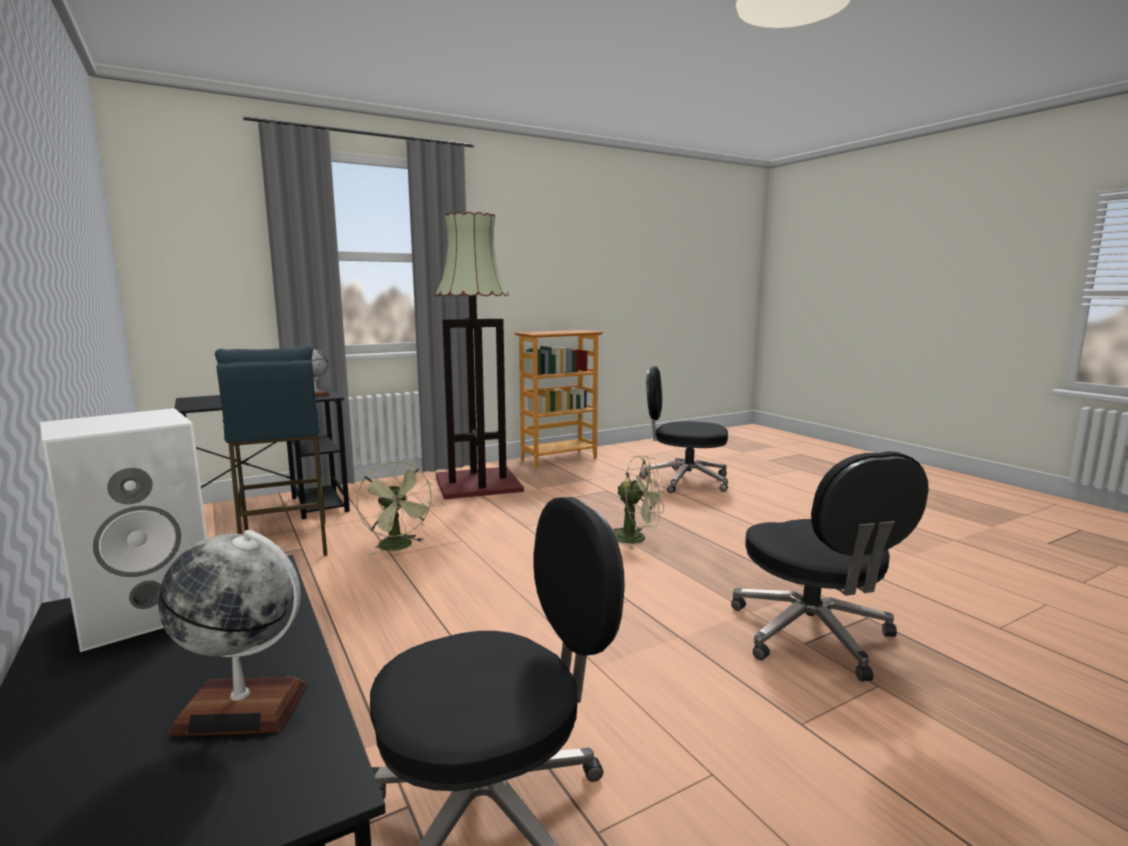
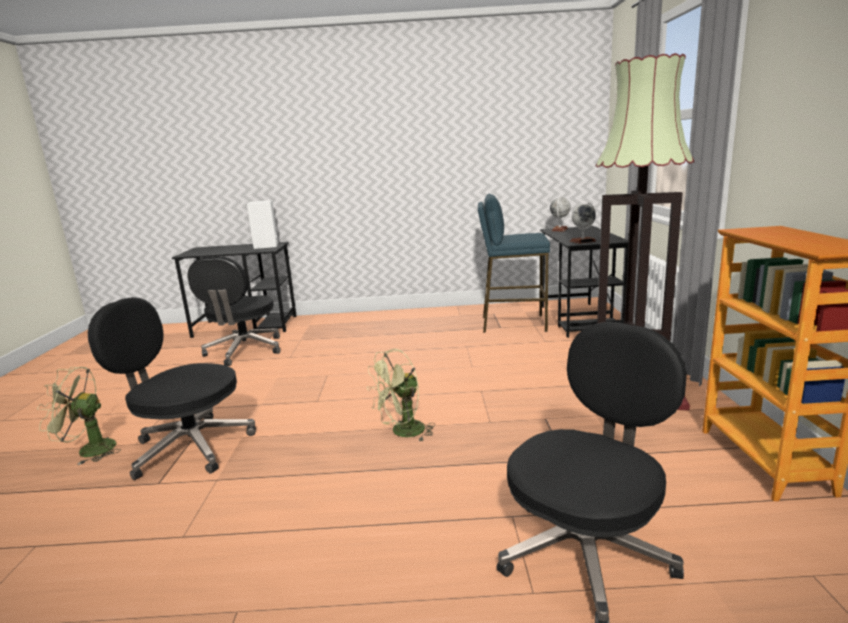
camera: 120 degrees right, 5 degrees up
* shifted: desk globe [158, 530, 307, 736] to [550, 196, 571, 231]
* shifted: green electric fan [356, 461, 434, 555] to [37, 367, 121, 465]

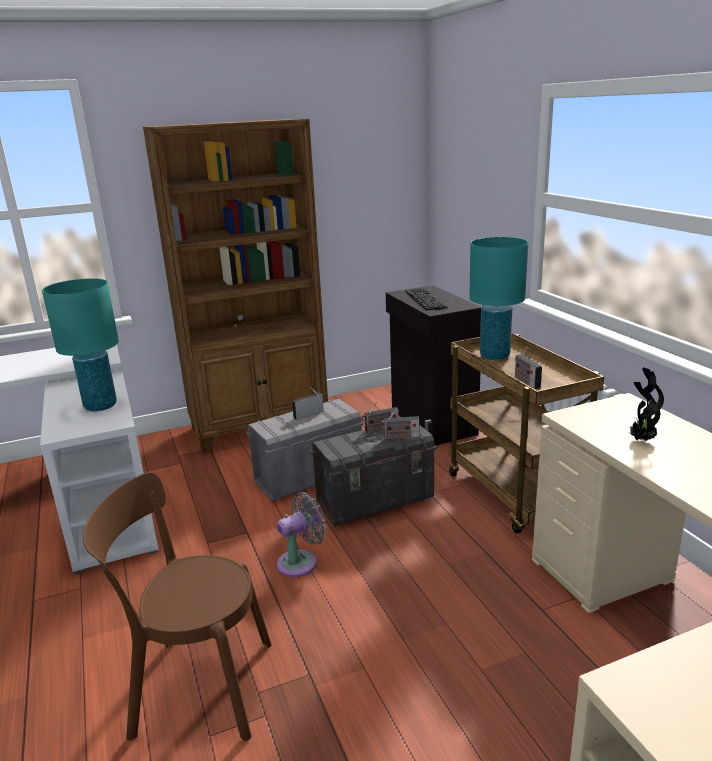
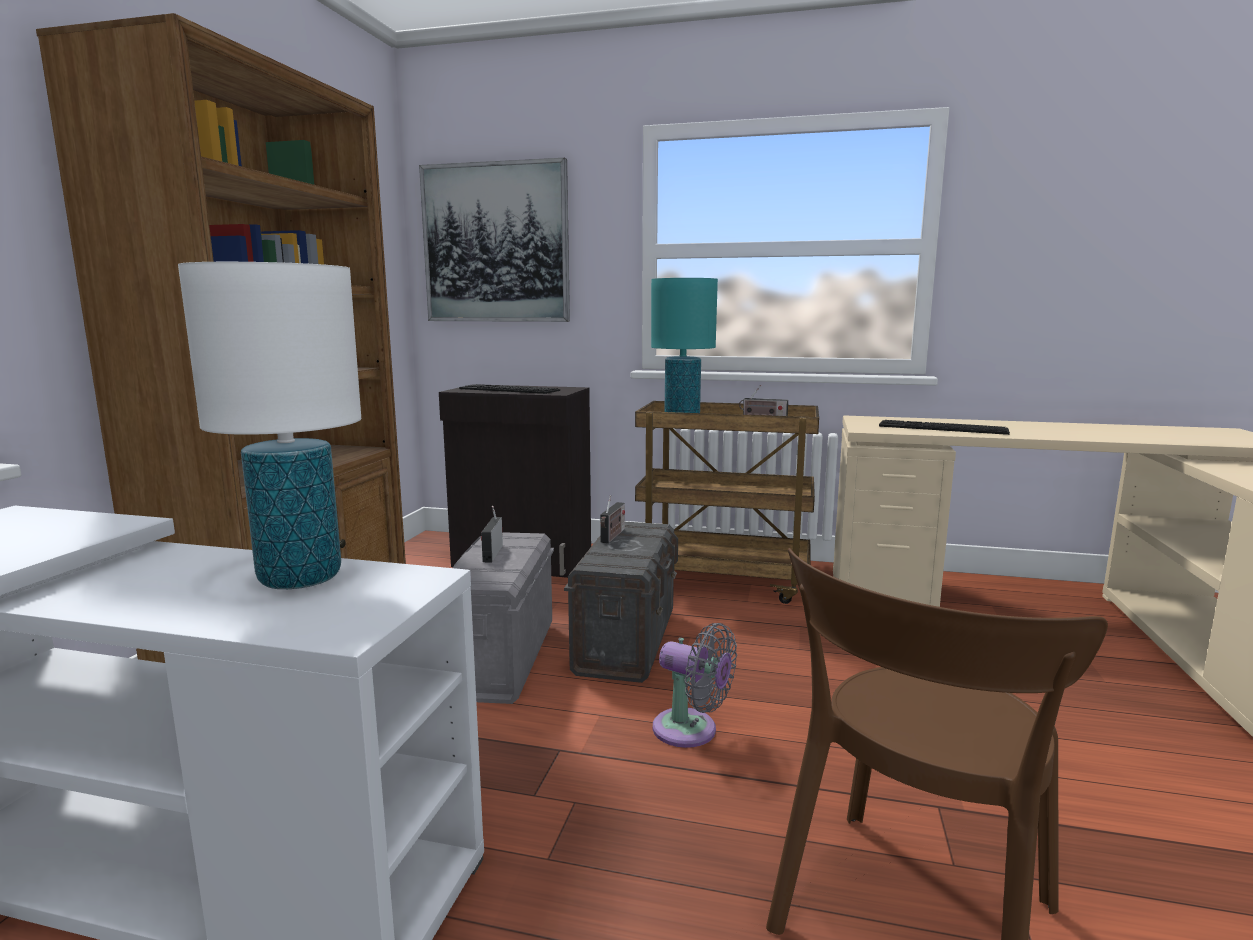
camera: 55 degrees left, 10 degrees down
* repainted: turquoise-coloured table lamp [42, 278, 119, 411] to white table lamp [178, 262, 361, 589]
* rotated: grey electric fan [276, 492, 327, 577] = [653, 623, 737, 748] 120 degrees clockwise
* gone: radio receiver [380, 409, 420, 440]
* swapped: potted plant [631, 368, 664, 441] to PC keyboard [879, 420, 1010, 435]
* new: wall art [419, 158, 570, 322]

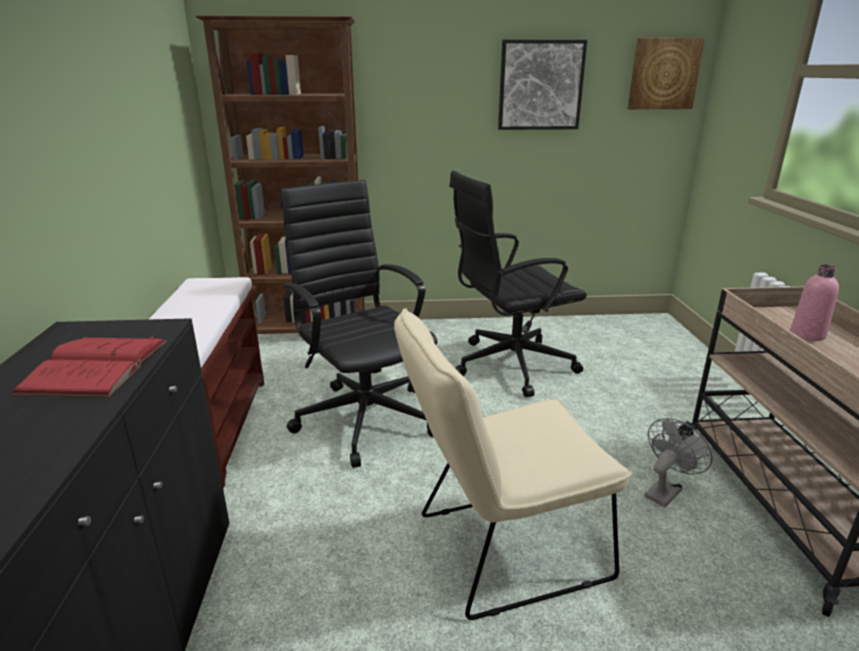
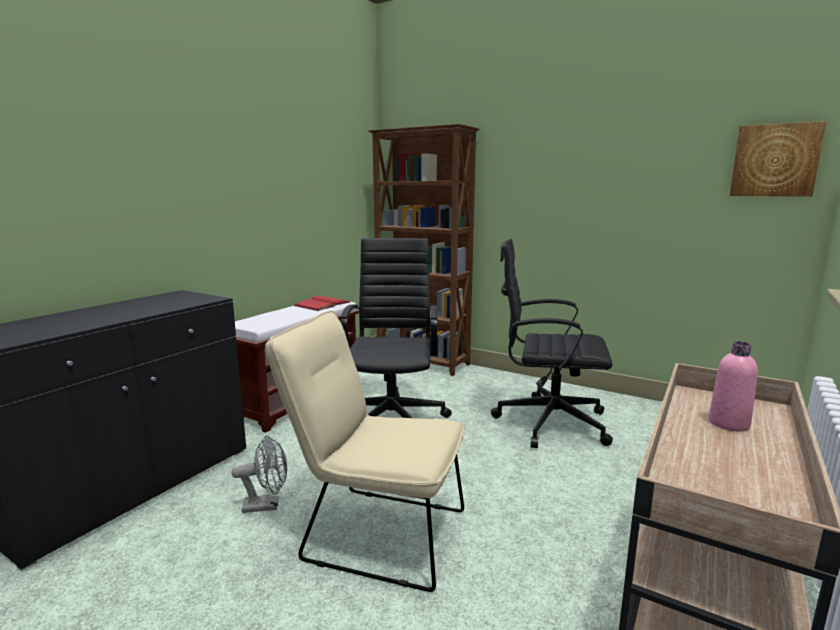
camera: 35 degrees right, 10 degrees down
* shifted: red book [12, 335, 167, 397] to [295, 296, 351, 311]
* gone: wall art [498, 40, 587, 130]
* shifted: grey electric fan [645, 418, 712, 507] to [232, 435, 287, 513]

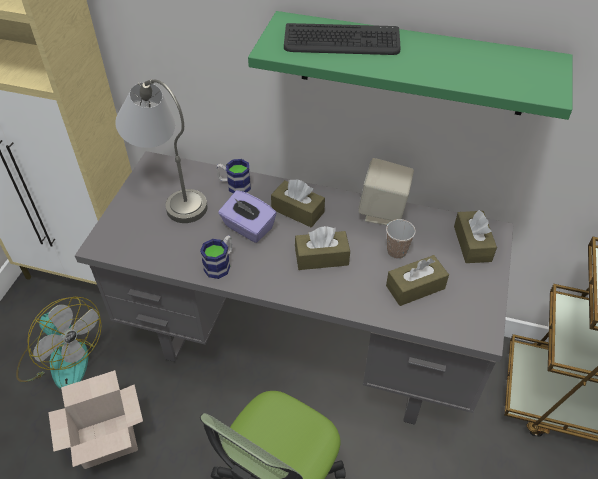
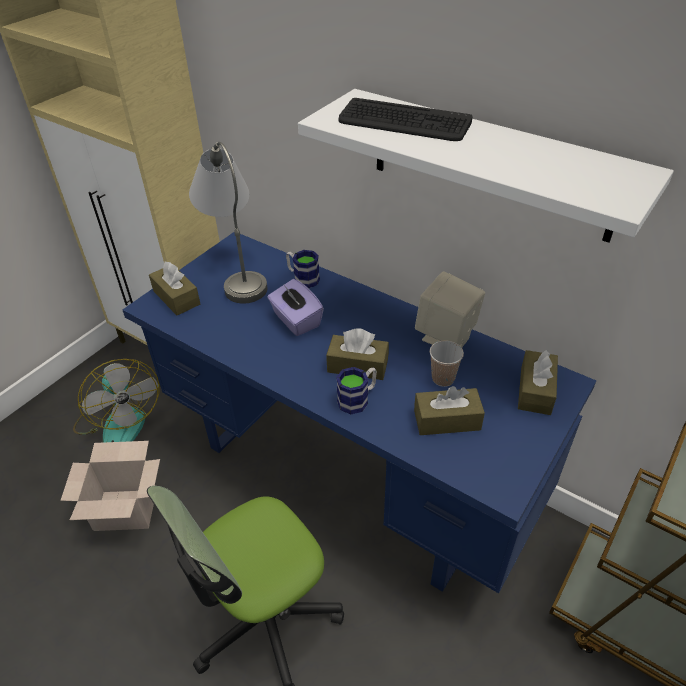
camera: 20 degrees right, 5 degrees down
* repainted: grey desk unit [75, 151, 514, 425] to blue desk unit [122, 232, 596, 593]
* shifted: mug [200, 235, 232, 279] to [336, 367, 377, 414]
* repainted: green bracket shelf [248, 11, 572, 120] to white bracket shelf [298, 89, 674, 243]
* shifted: brown tissue box [271, 179, 325, 227] to [149, 262, 200, 315]

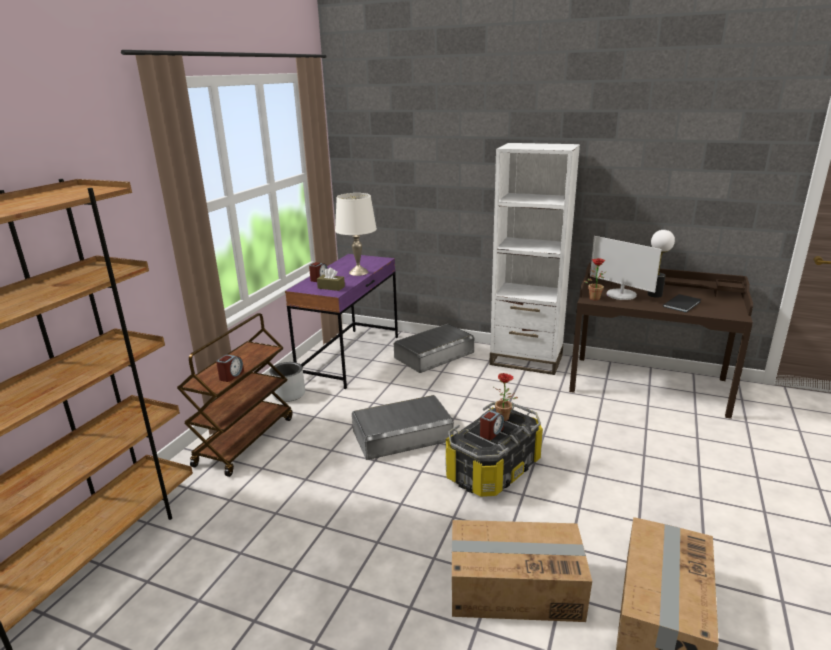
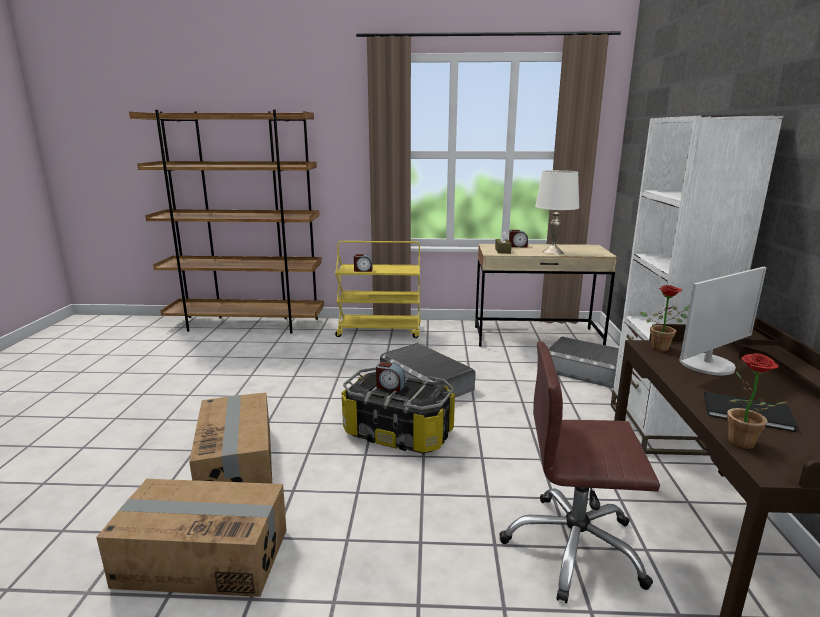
camera: 70 degrees right, 5 degrees down
* repainted: brown trolley [177, 313, 293, 477] to yellow-coloured trolley [335, 241, 421, 338]
* gone: grey planter [269, 362, 305, 402]
* repainted: purple-coloured desk unit [285, 254, 398, 389] to sand-coloured desk unit [475, 244, 617, 347]
* shifted: potted plant [494, 373, 518, 421] to [727, 353, 787, 449]
* rotated: monitor [590, 236, 662, 300] = [679, 267, 767, 375] 150 degrees counterclockwise
* gone: table lamp [647, 230, 675, 298]
* new: brown desk chair [500, 341, 660, 604]

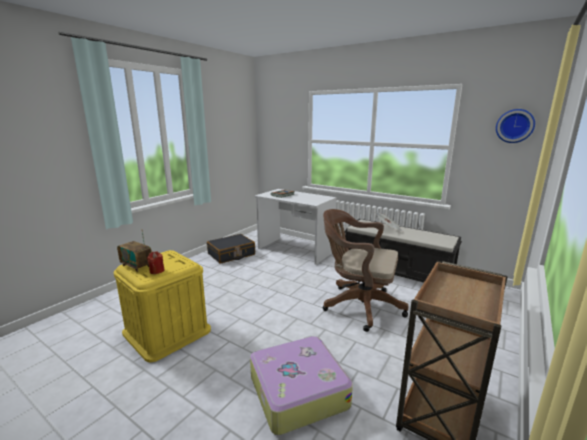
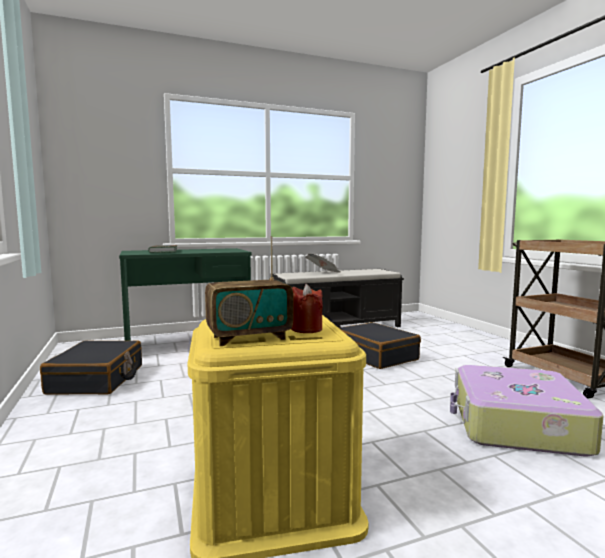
camera: 55 degrees left, 10 degrees down
* repainted: white desk unit [255, 189, 337, 265] to green desk unit [119, 248, 252, 341]
* swapped: brown desk chair [323, 209, 408, 332] to black travel case [339, 322, 421, 369]
* gone: clock on the wall [496, 109, 535, 143]

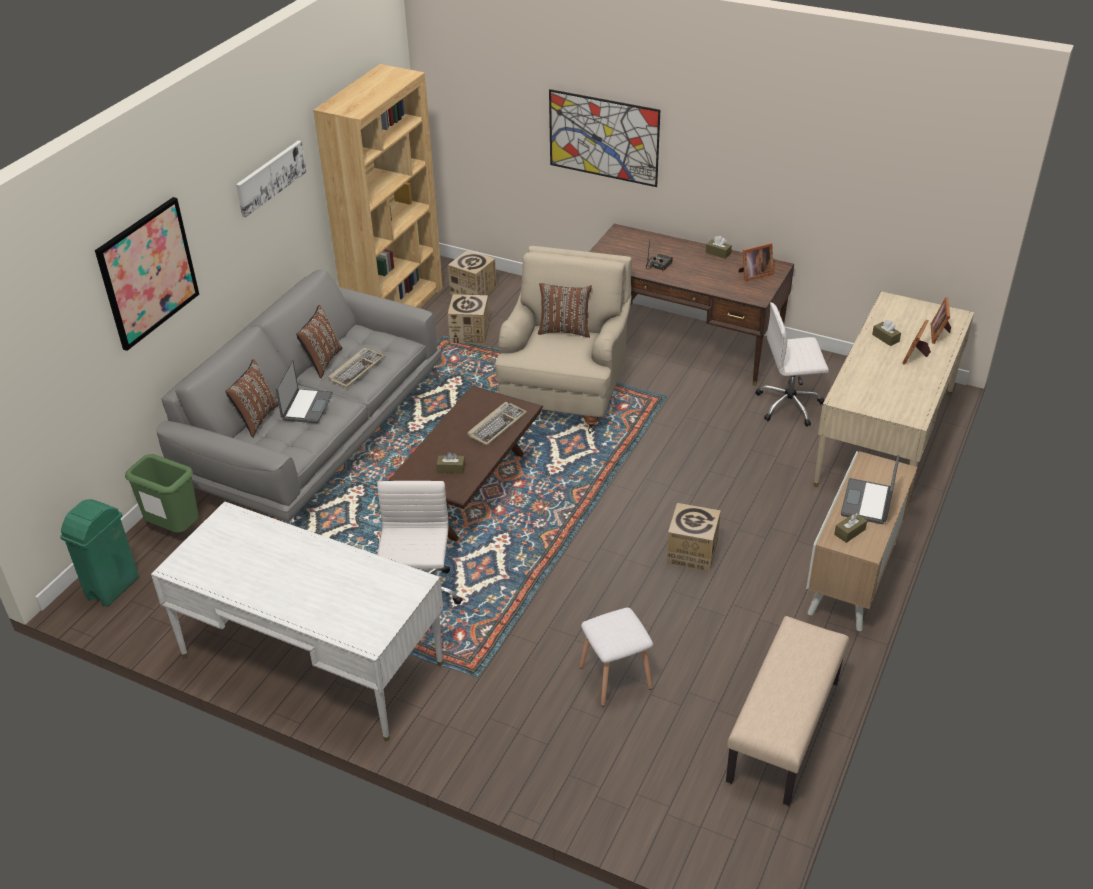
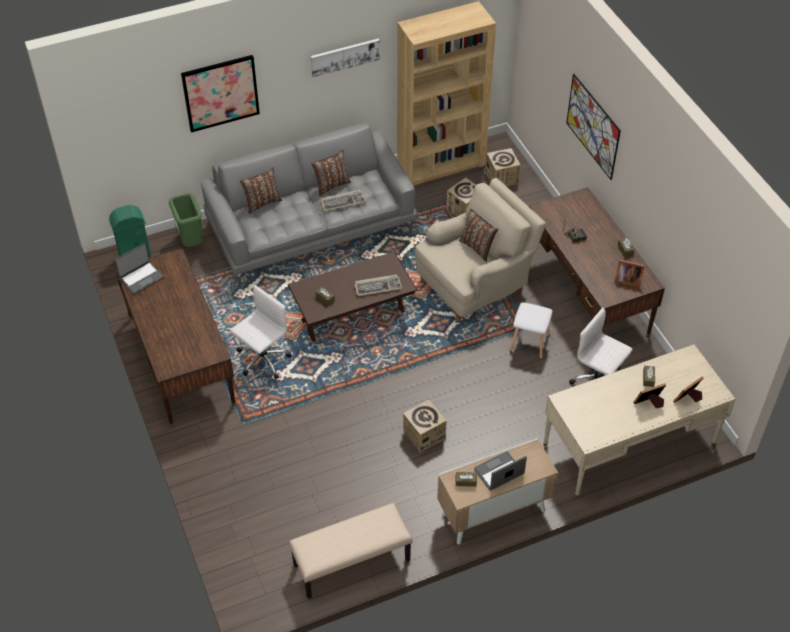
camera: 40 degrees right, 10 degrees up
* repainted: white desk unit [151, 501, 444, 742] to brown desk unit [115, 248, 236, 427]
* shifted: portable computer [276, 360, 333, 423] to [115, 243, 164, 294]
* shifted: white sitting stool [579, 608, 653, 706] to [510, 302, 553, 359]

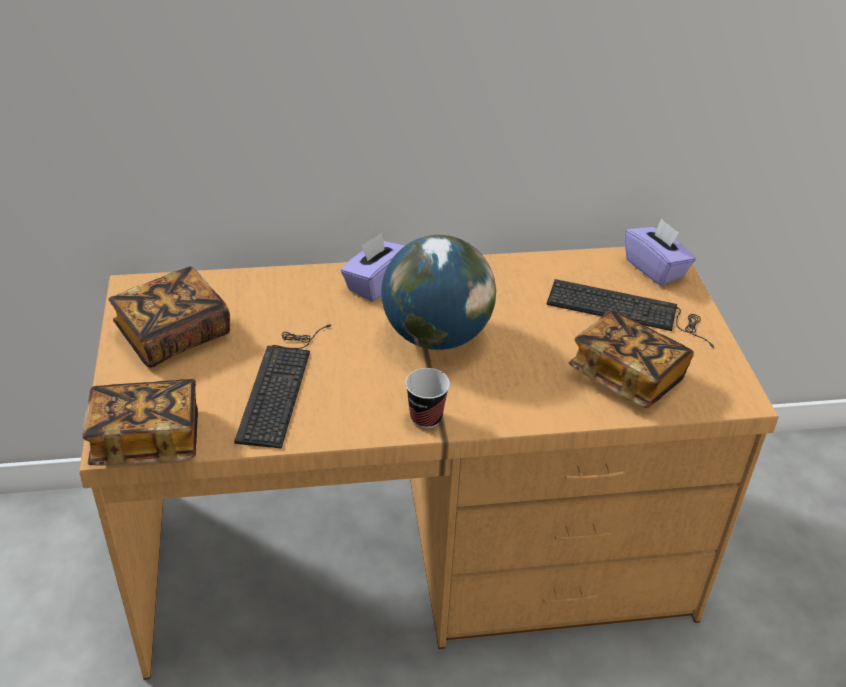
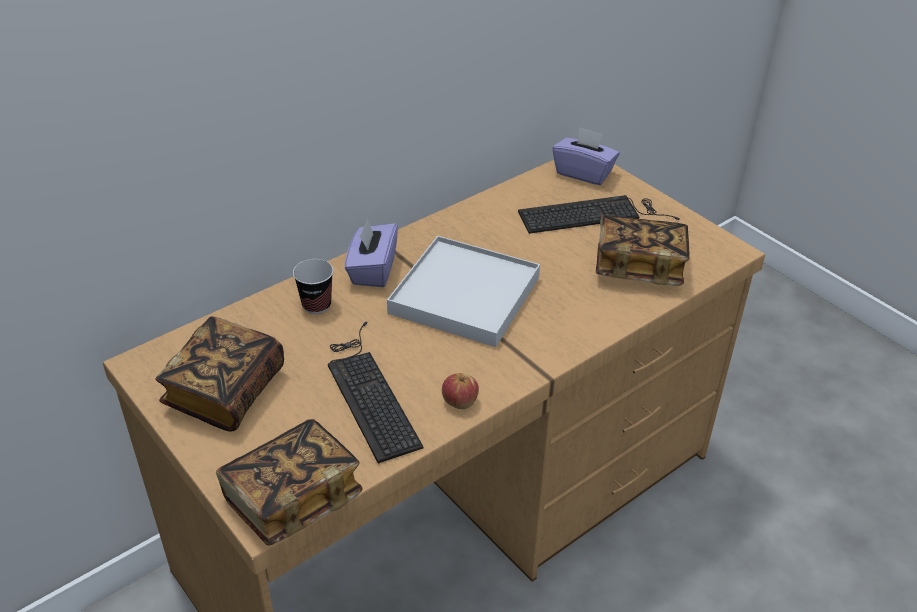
camera: 30 degrees left, 0 degrees up
* swapped: desk globe [381, 235, 496, 350] to white carrying tray [387, 236, 540, 347]
* shifted: small cup [405, 368, 450, 429] to [293, 259, 333, 314]
* new: apple [442, 373, 479, 409]

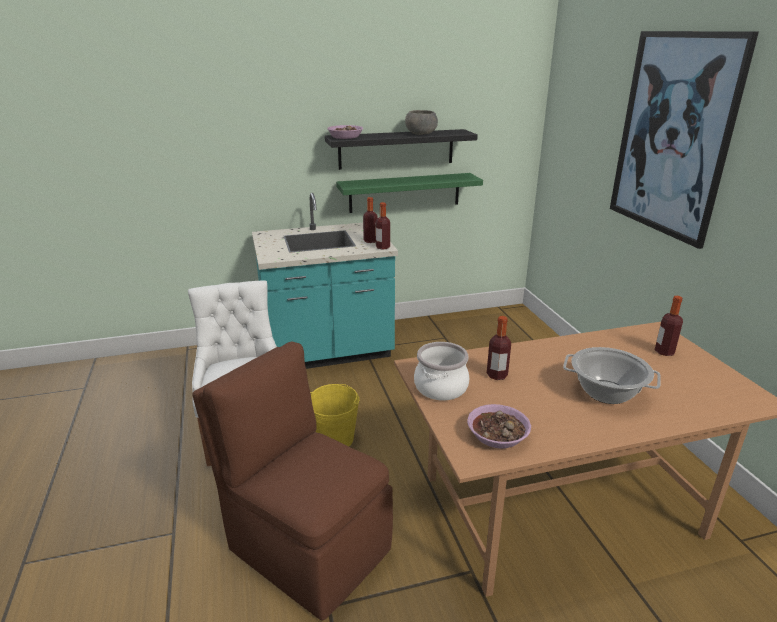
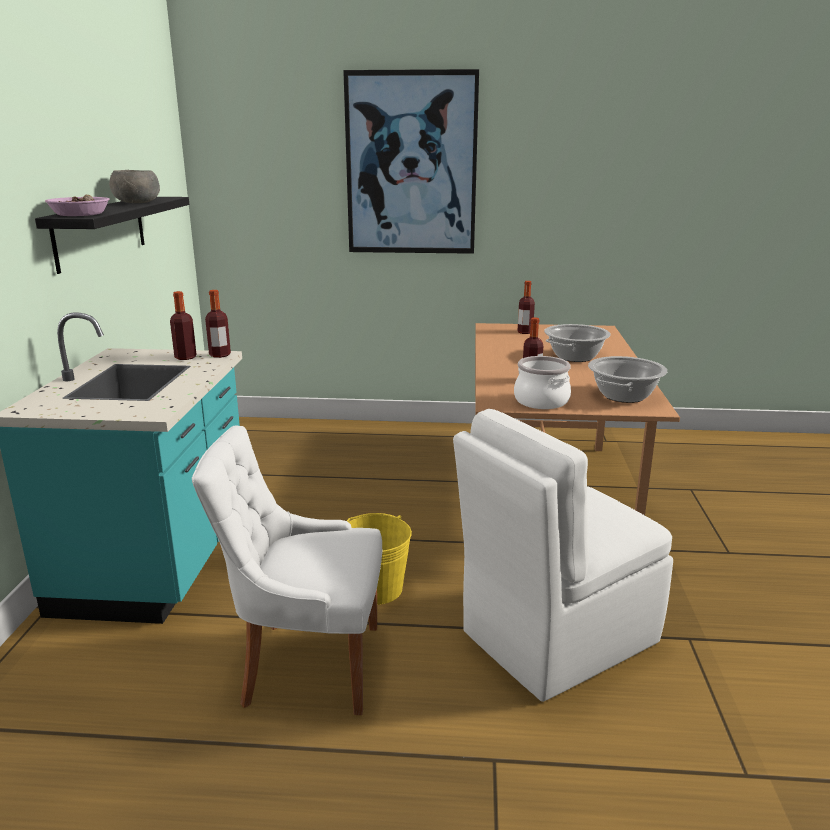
camera: 70 degrees left, 5 degrees down
* repainted: brown upright chair [192, 341, 393, 620] to white upright chair [453, 409, 673, 702]
* gone: green bracket shelf [336, 173, 483, 213]
* swapped: deep dish [467, 404, 531, 449] to saucepot [588, 356, 667, 403]

